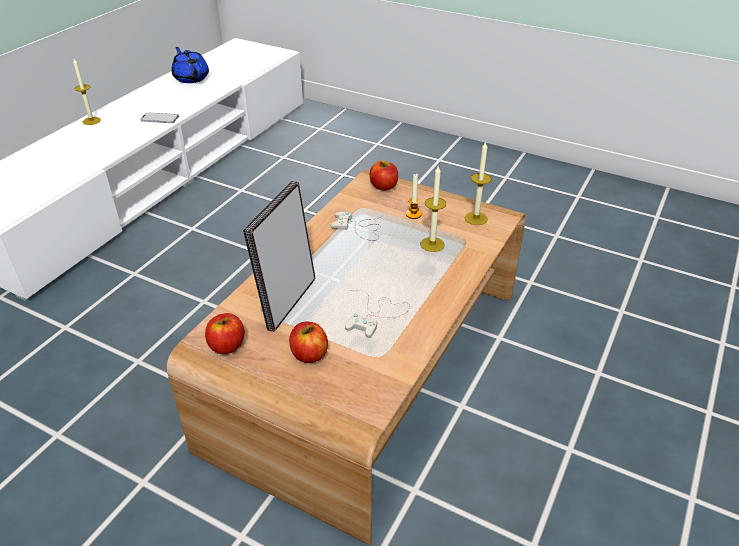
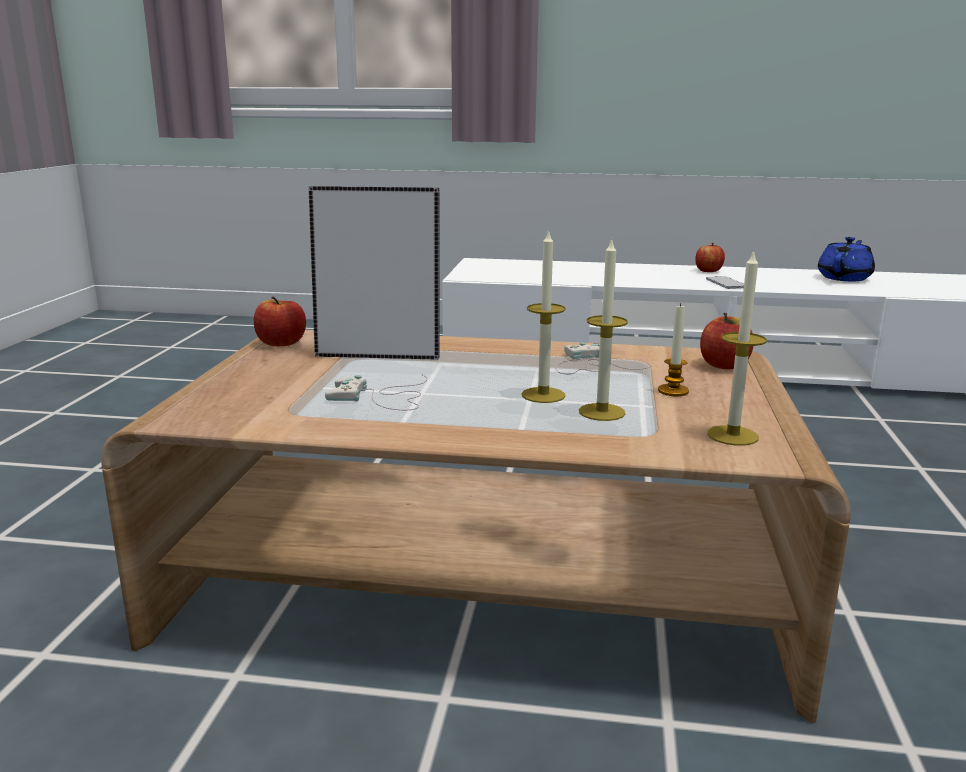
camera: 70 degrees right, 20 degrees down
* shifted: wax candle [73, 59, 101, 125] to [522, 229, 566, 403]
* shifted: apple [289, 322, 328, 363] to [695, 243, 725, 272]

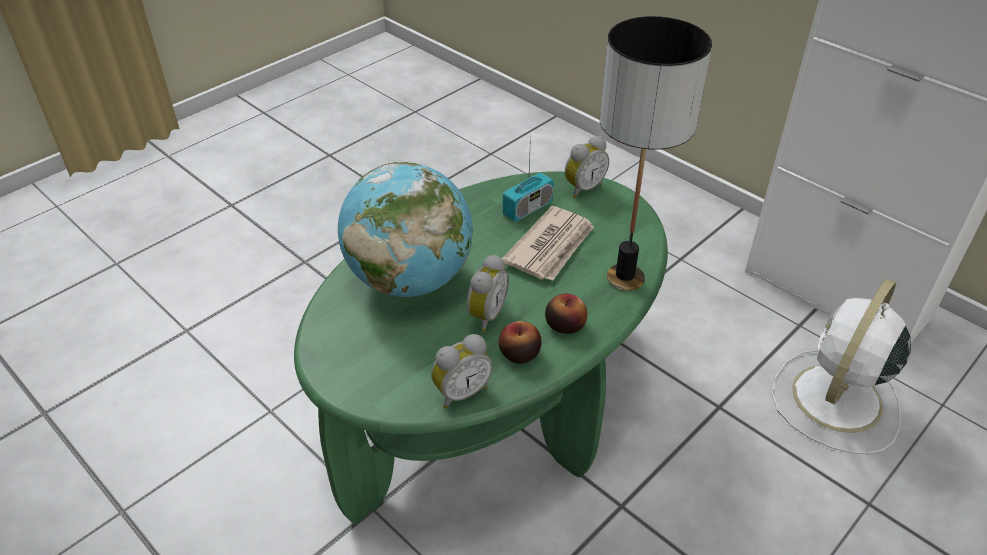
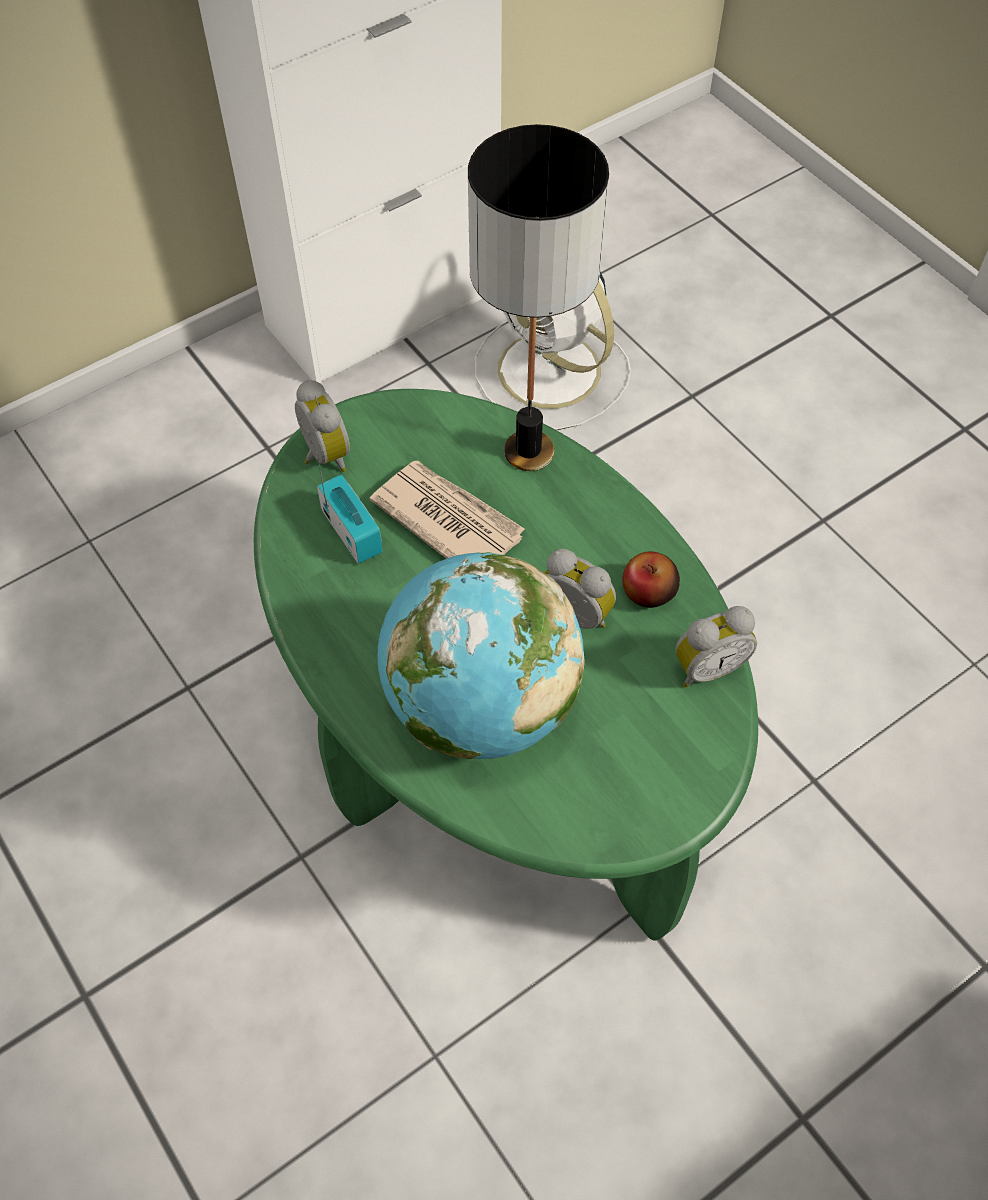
camera: 80 degrees left, 15 degrees up
* rotated: table clock [431, 334, 493, 409] = [675, 606, 757, 688] 90 degrees clockwise
* gone: apple [545, 294, 587, 334]

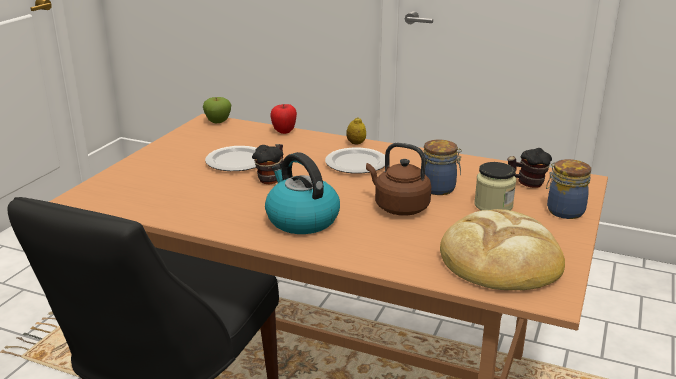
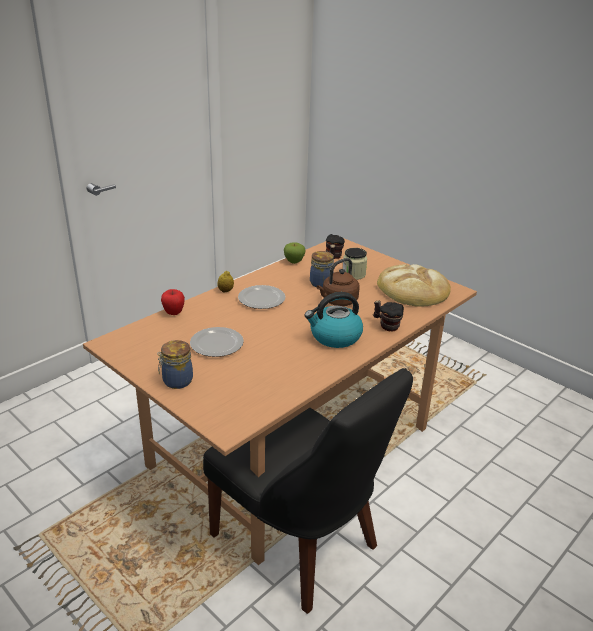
camera: 70 degrees left, 5 degrees up
* shifted: apple [203, 97, 231, 123] to [284, 242, 306, 264]
* shifted: mug [252, 144, 283, 184] to [373, 300, 404, 332]
* shifted: preserve jar [546, 159, 591, 219] to [157, 340, 193, 389]

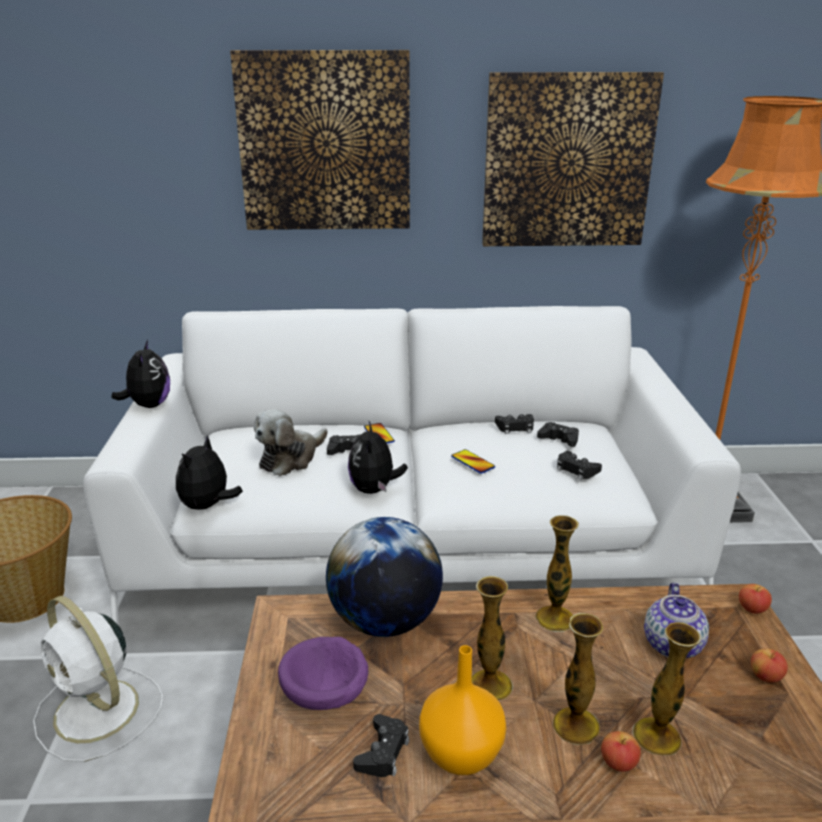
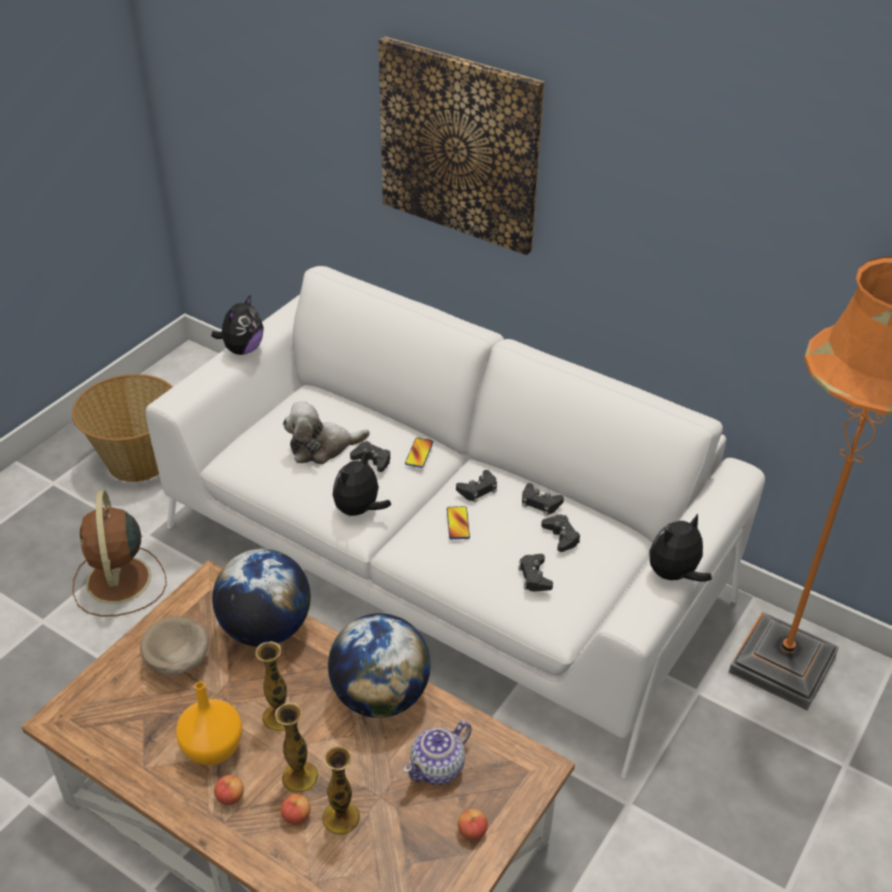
camera: 35 degrees right, 15 degrees up
* repainted: white electric fan [33, 596, 163, 762] to brown electric fan [73, 490, 167, 617]
* shifted: plush toy [176, 435, 243, 510] to [649, 513, 712, 583]
* repainted: purple-coloured deep dish [278, 637, 368, 710] to sand-coloured deep dish [140, 617, 209, 675]
* shifted: black gamepad [353, 714, 409, 777] to [456, 470, 497, 503]
* gone: wall art [482, 72, 664, 246]
* swapped: flower vase [535, 515, 579, 632] to desk globe [328, 613, 431, 718]
* shifted: apple [739, 584, 772, 614] to [214, 775, 244, 805]

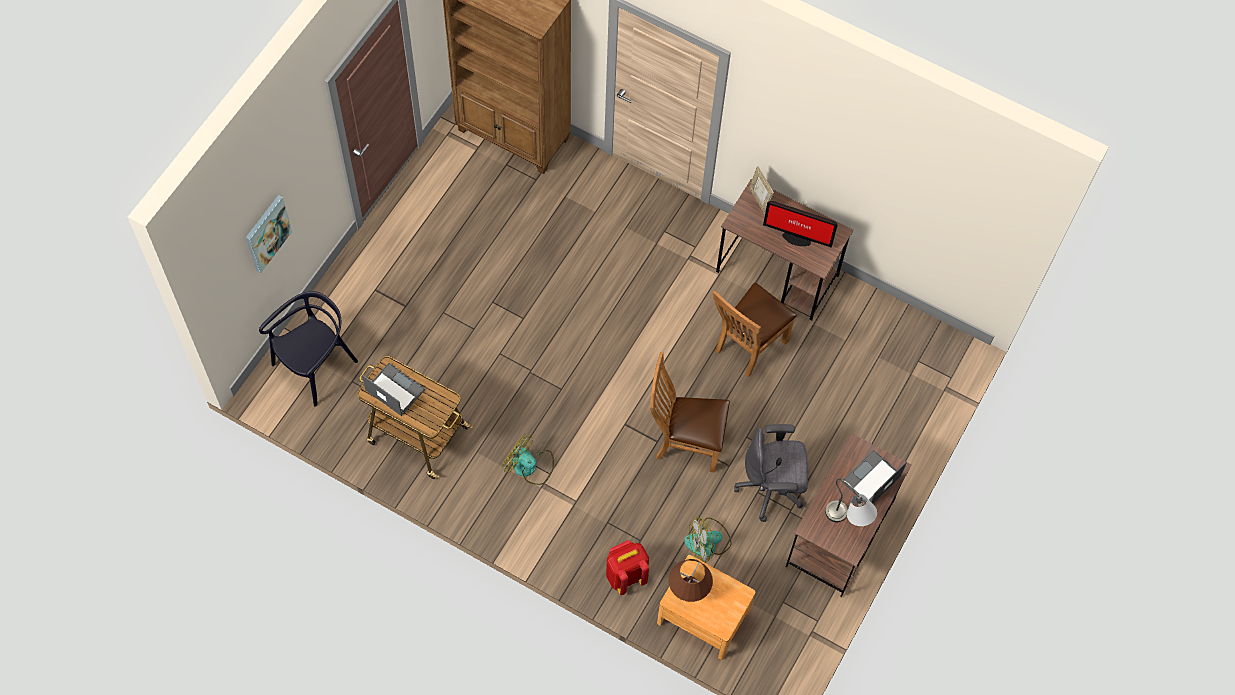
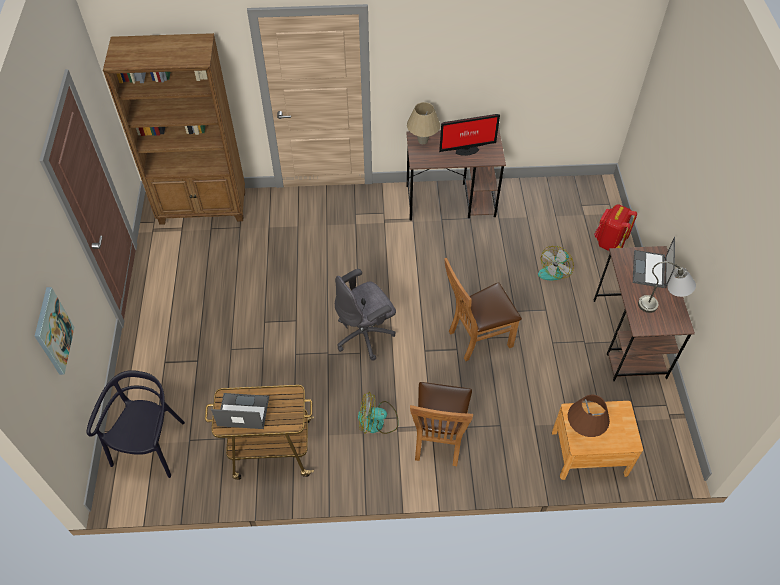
camera: 30 degrees left, 10 degrees down
* shifted: red rucksack [606, 540, 649, 595] to [594, 204, 637, 251]
* shifted: electric fan [684, 517, 732, 563] to [538, 246, 574, 280]
* shifted: brown upright chair [713, 282, 797, 378] to [410, 382, 473, 466]
* shifted: grey desk chair [734, 424, 808, 522] to [335, 269, 396, 361]
* swapped: standing frame [749, 166, 774, 214] to sand-coloured table lamp [407, 102, 440, 144]

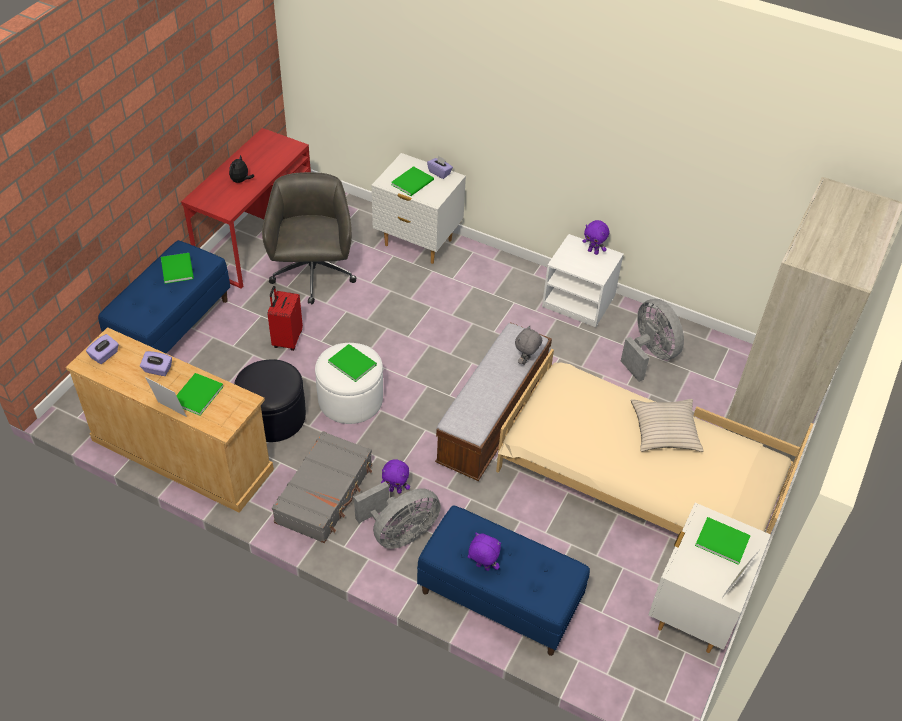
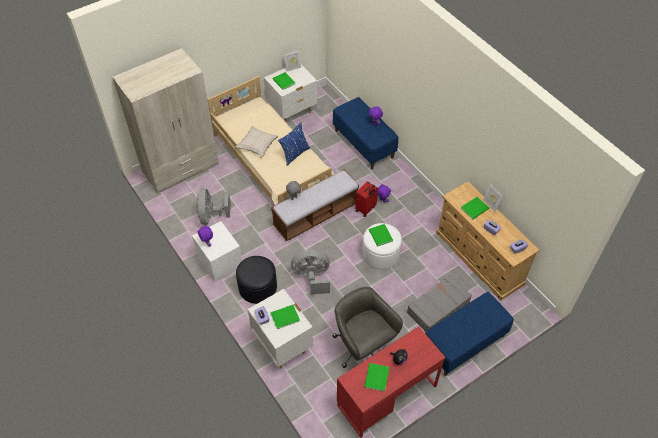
camera: 150 degrees left, 5 degrees up
* shifted: green book [161, 253, 194, 284] to [364, 363, 389, 392]
* shifted: black ottoman [234, 359, 306, 442] to [236, 256, 277, 304]
* rotated: grey desk chair [262, 172, 356, 304] = [332, 287, 403, 368] 120 degrees clockwise
* shifted: red travel case [267, 286, 303, 351] to [355, 182, 378, 217]
* shifted: grey travel case [272, 431, 372, 543] to [407, 275, 472, 332]
* shifted: grey electric fan [354, 481, 441, 549] to [291, 250, 330, 295]
* new: blue cushion [278, 122, 310, 166]

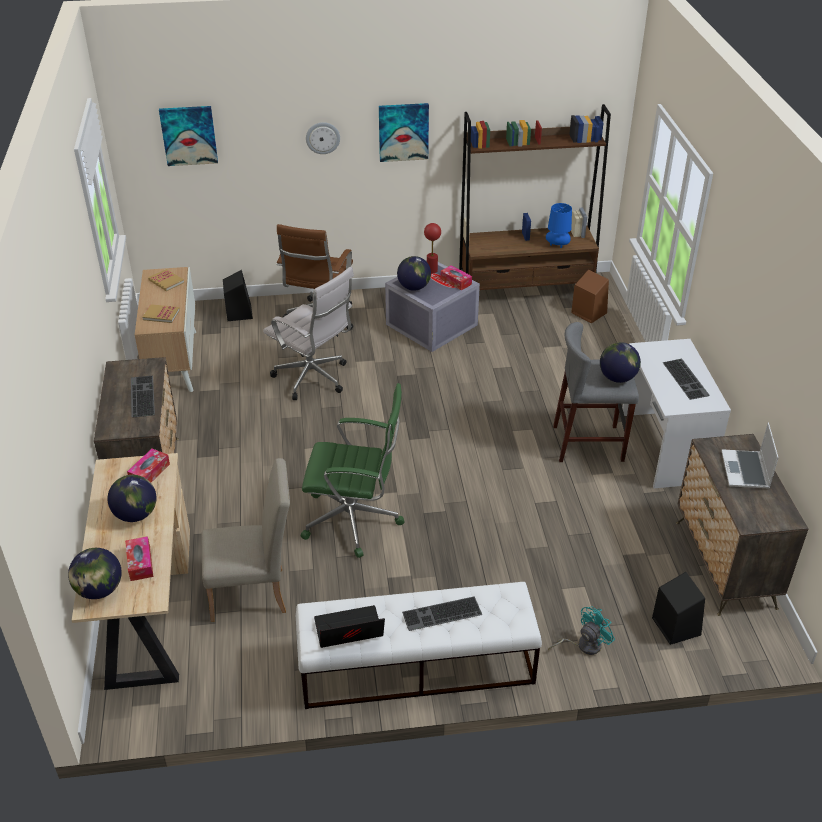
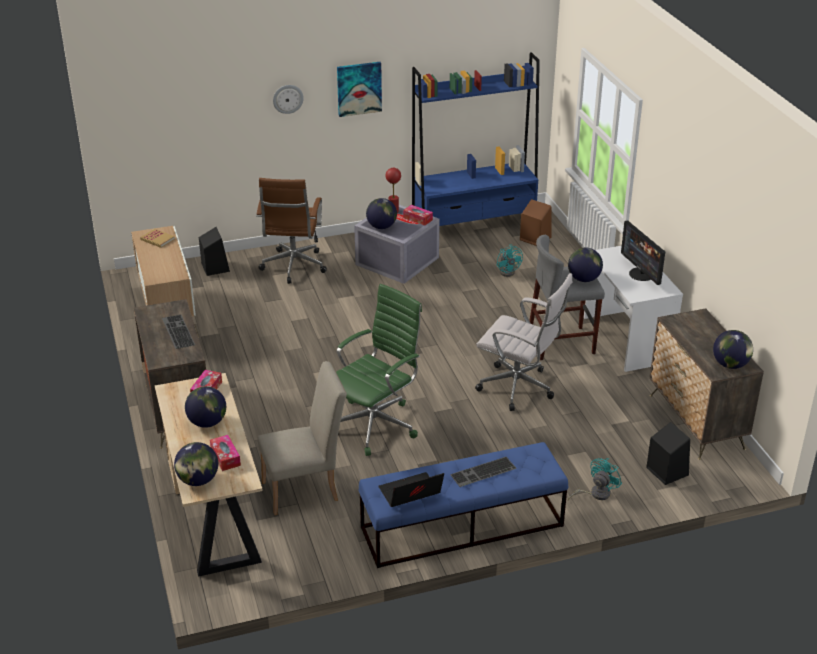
camera: 10 degrees left, 5 degrees down
* gone: book [142, 304, 180, 323]
* gone: wall art [159, 106, 218, 166]
* shifted: white desk chair [263, 266, 354, 400] to [475, 273, 573, 411]
* repainted: white long seat [296, 582, 542, 709] to blue long seat [359, 442, 568, 568]
* rotated: green desk chair [301, 383, 405, 558] = [336, 284, 422, 456] 45 degrees counterclockwise
* repainted: brown bookshelf [459, 104, 611, 290] to blue bookshelf [412, 52, 540, 226]
* gone: blue table lamp [546, 203, 572, 248]
* swapped: PC keyboard [662, 359, 710, 400] to monitor [621, 221, 665, 285]
* gone: portable computer [721, 423, 779, 489]
* new: turquoise-coloured electric fan [497, 244, 523, 277]
* new: desk globe [713, 330, 753, 369]

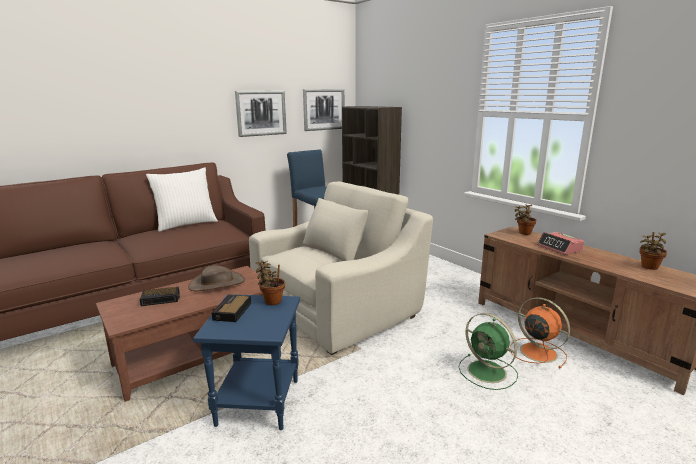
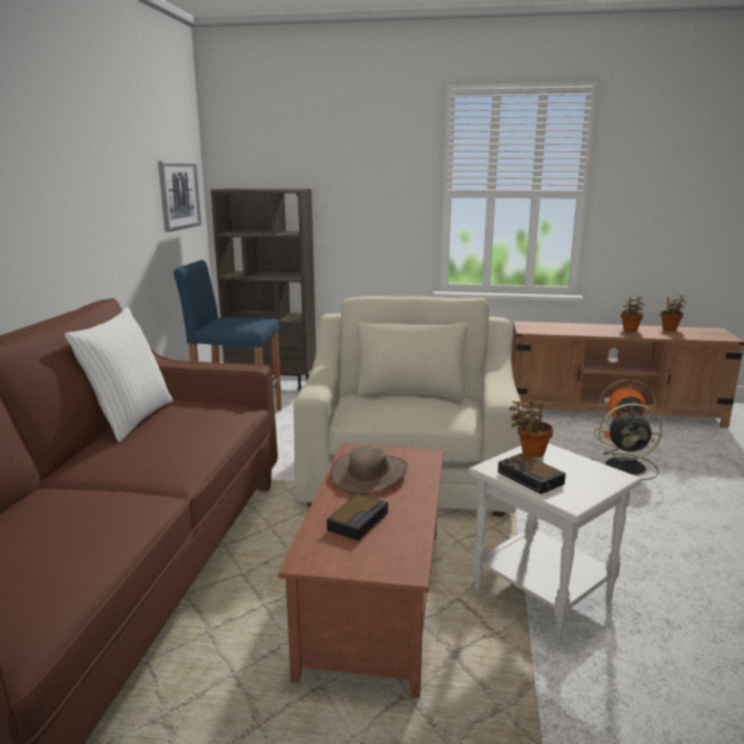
camera: 45 degrees left, 0 degrees up
* repainted: blue accent table [193, 294, 300, 430] to white accent table [469, 443, 642, 642]
* gone: wall art [235, 91, 287, 137]
* repainted: green electric fan [458, 313, 518, 390] to black electric fan [592, 403, 662, 480]
* shifted: potted plant [515, 204, 536, 235] to [621, 296, 644, 332]
* gone: table clock [537, 232, 584, 255]

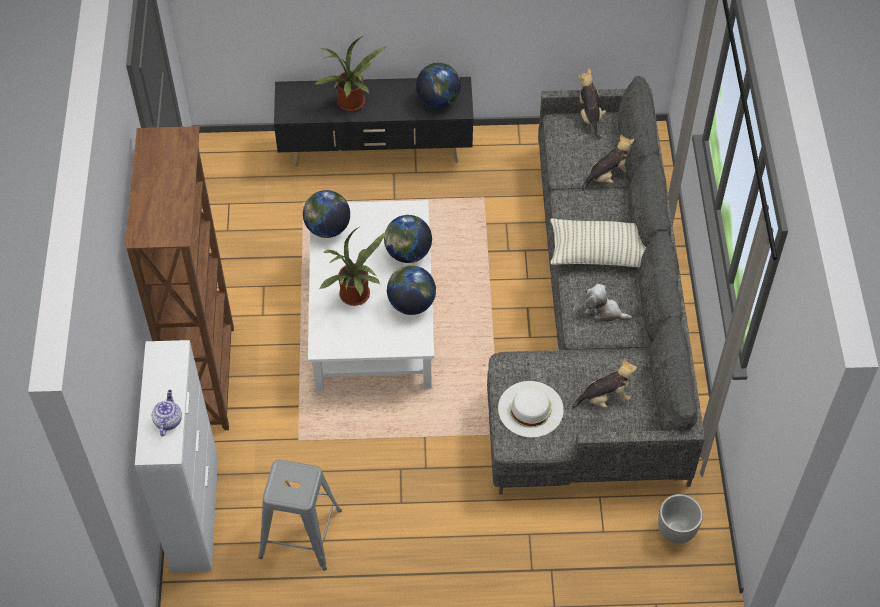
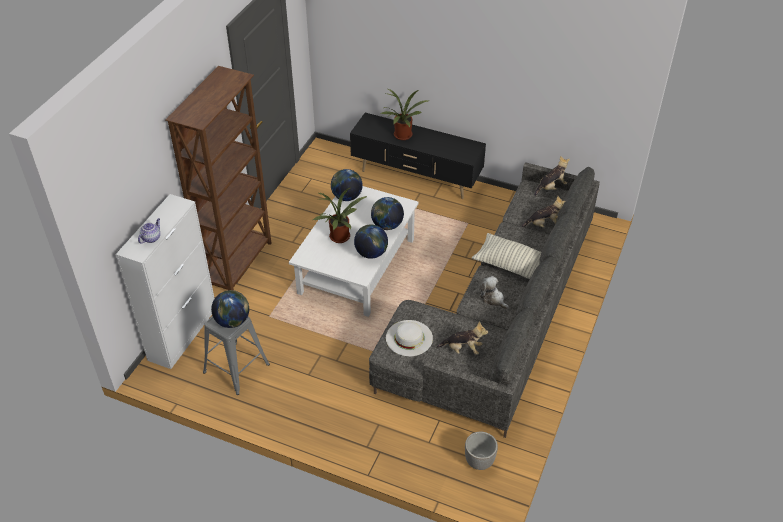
camera: 25 degrees right, 10 degrees down
* shifted: desk globe [416, 62, 461, 108] to [211, 290, 249, 328]
* rotated: plush toy [578, 68, 606, 139] = [534, 156, 570, 196] 45 degrees clockwise

